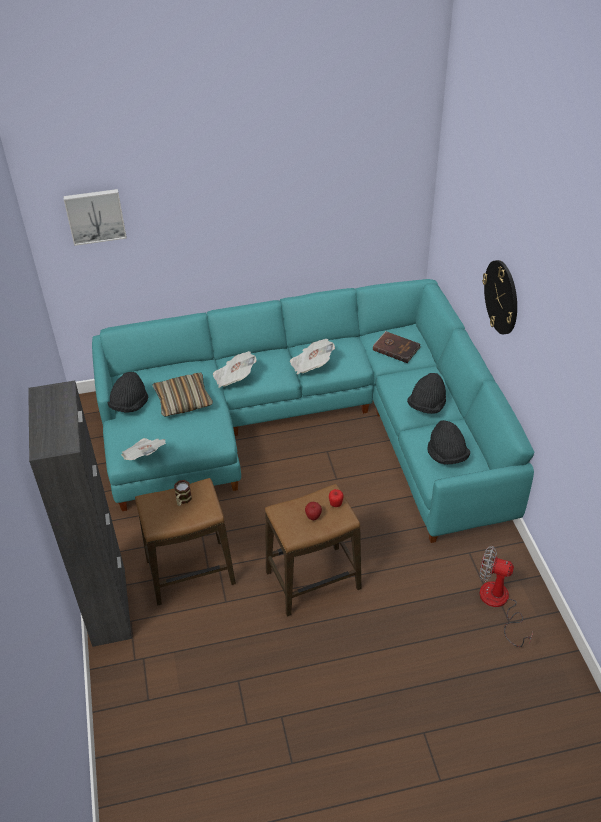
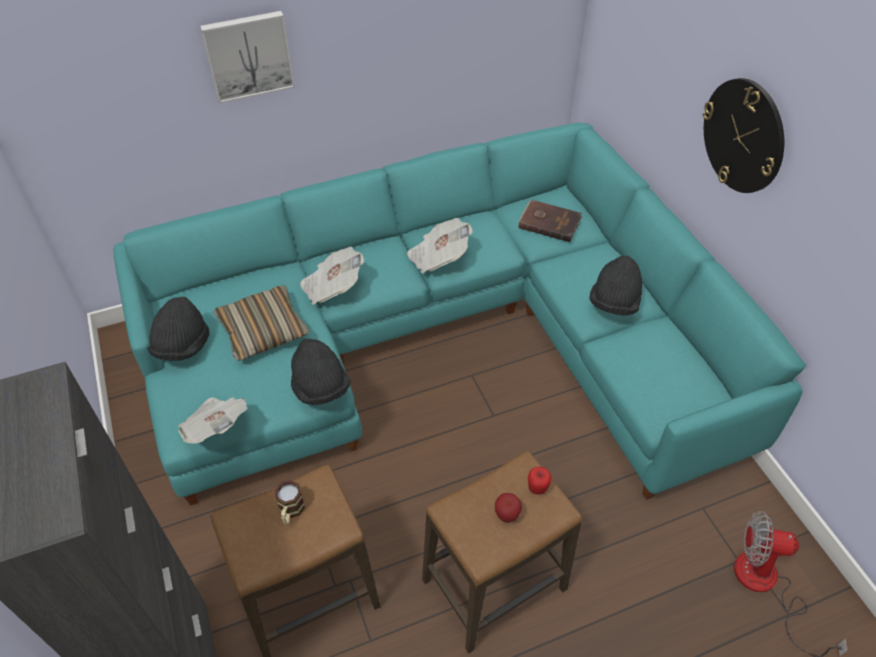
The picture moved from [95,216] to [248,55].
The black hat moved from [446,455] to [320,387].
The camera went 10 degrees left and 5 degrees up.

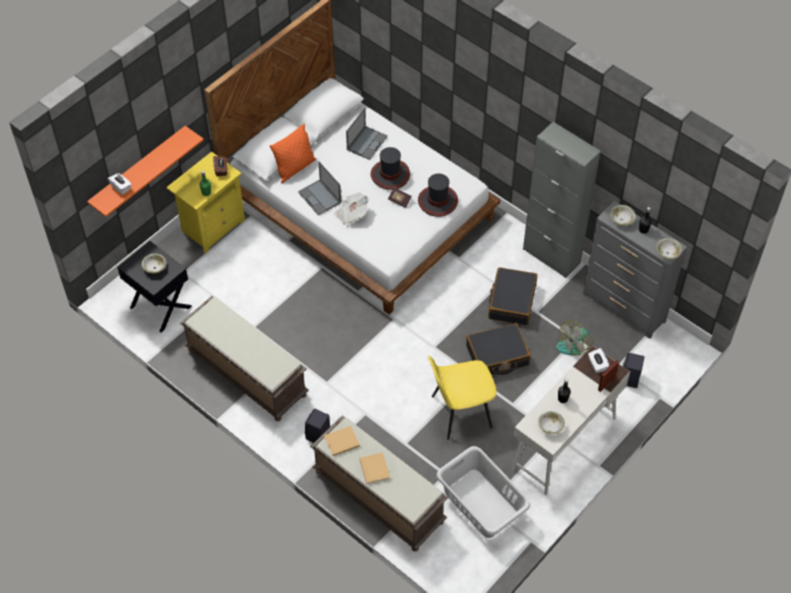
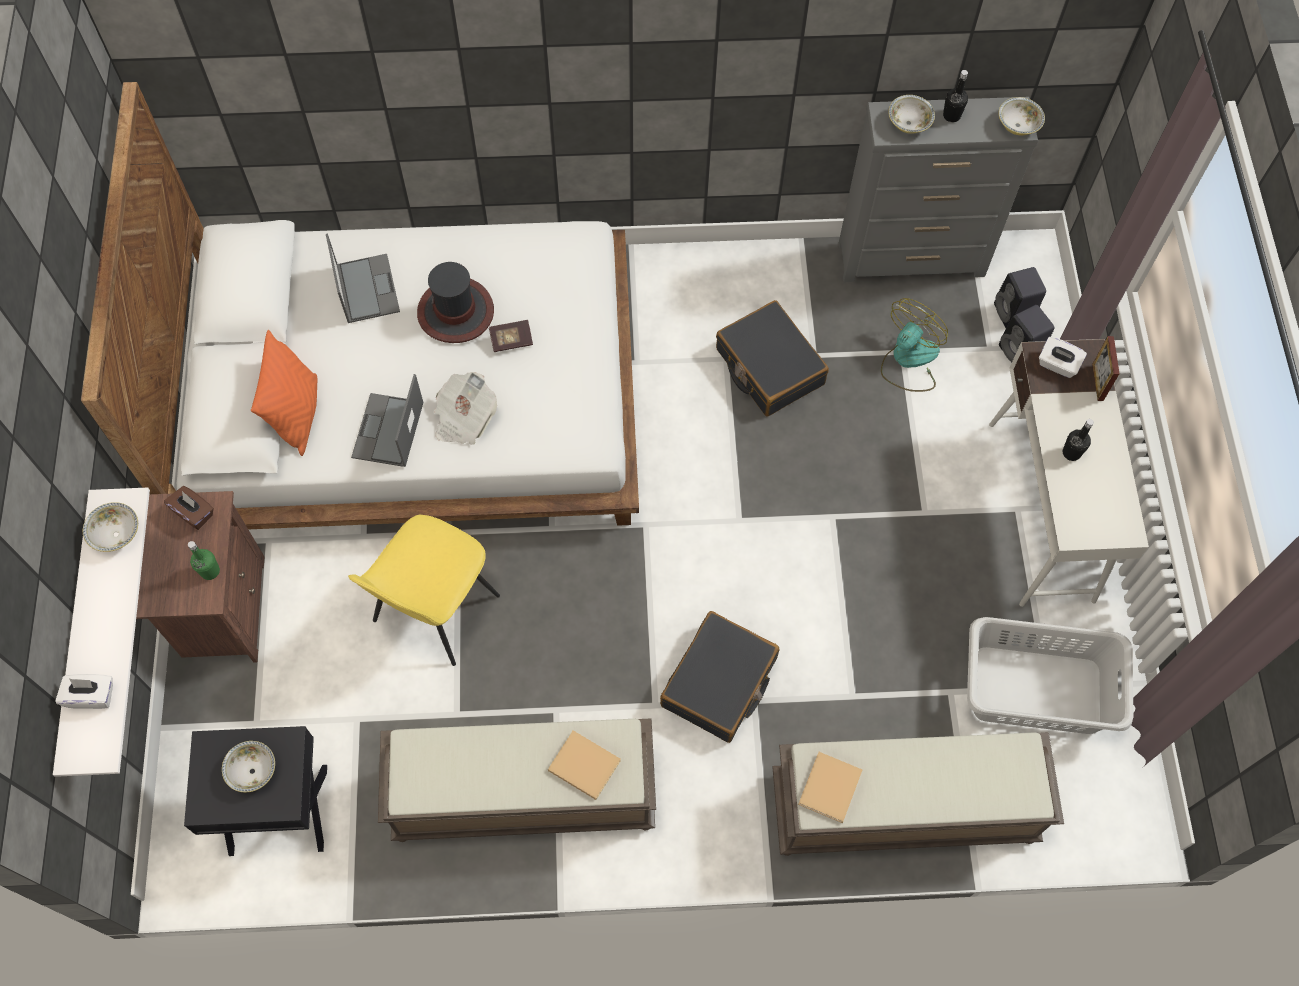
The hat at [438,201] disappeared.
The grey cabinet at [551,256] disappeared.
The black speaker moved from [318,436] to [1014,314].
The beige book moved from [374,468] to [582,764].
The yellow chair moved from [459,412] to [434,611].
The black suitcase moved from [497,356] to [719,683].
The bowl moved from [550,426] to [116,534].
The orange shelf at [139,171] became the white shelf at [81,636].
The yellow nightstand at [212,226] became the brown nightstand at [222,609].
The laptop at [320,197] turned 90 degrees clockwise.
The fan at [575,344] turned 150 degrees counterclockwise.
The camera went 45 degrees left and 10 degrees up.

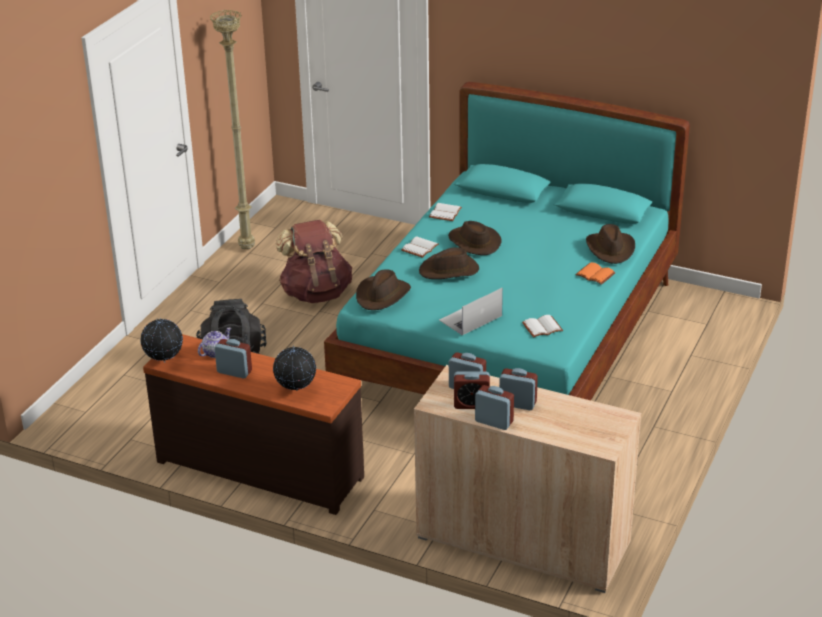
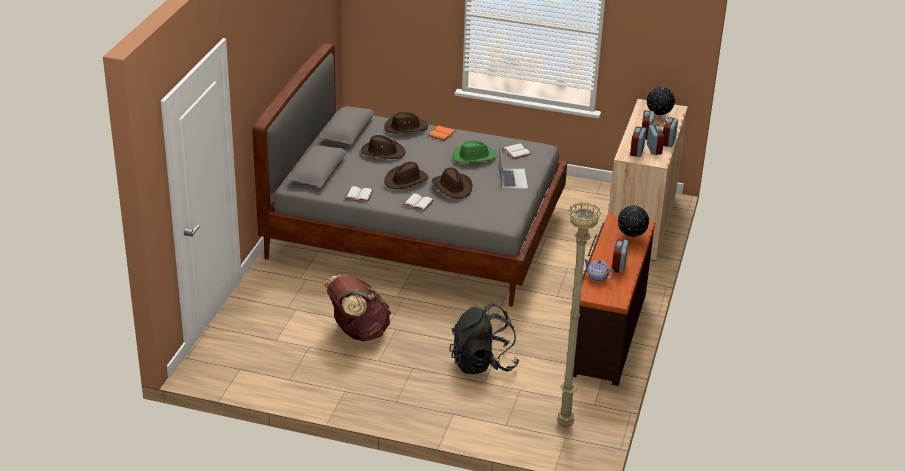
The green hat at [474,156] appeared.
The globe moved from [164,361] to [658,117].
The beige floor lamp moved from [245,248] to [565,425].
The brown hat moved from [382,295] to [382,152].
The turquoise bed at [512,340] became the grey bed at [416,233].
The laptop at [470,318] turned 135 degrees counterclockwise.
The camera went 100 degrees left and 0 degrees up.

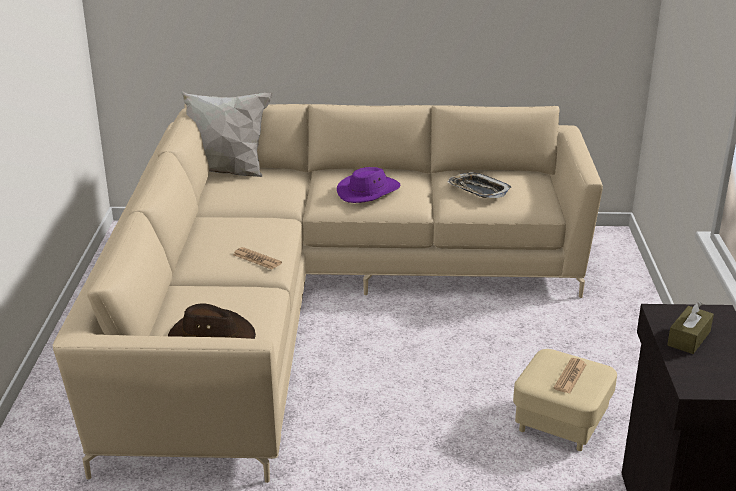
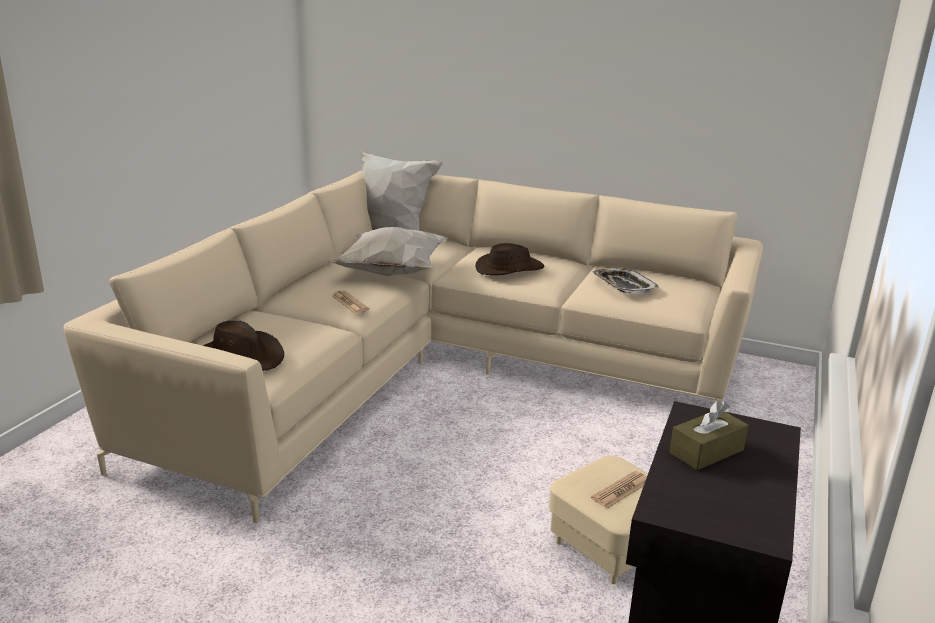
The white pillow at [390,273] appeared.
The purple hat at [368,191] became the brown hat at [509,269].
The camera went 20 degrees right and 5 degrees down.

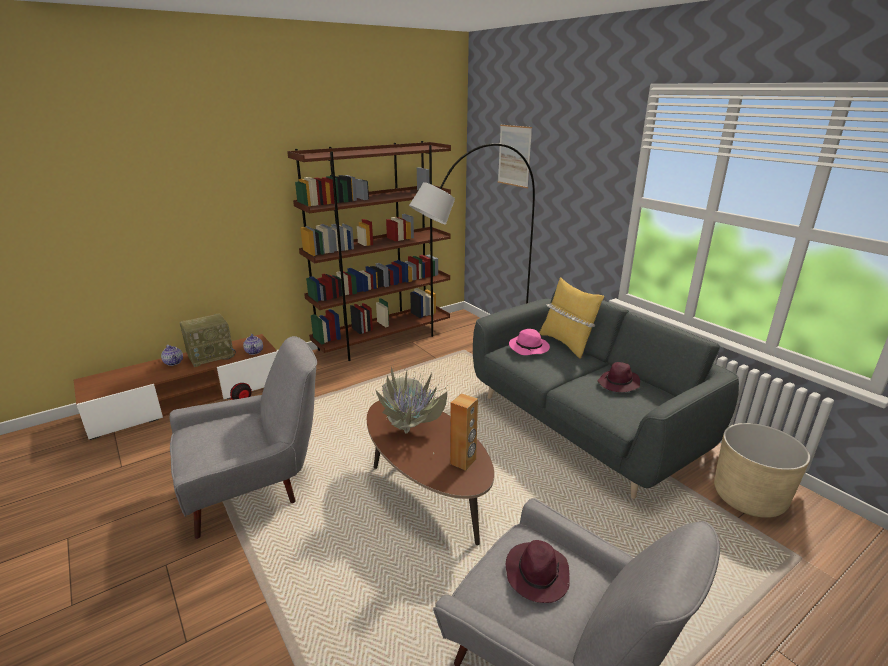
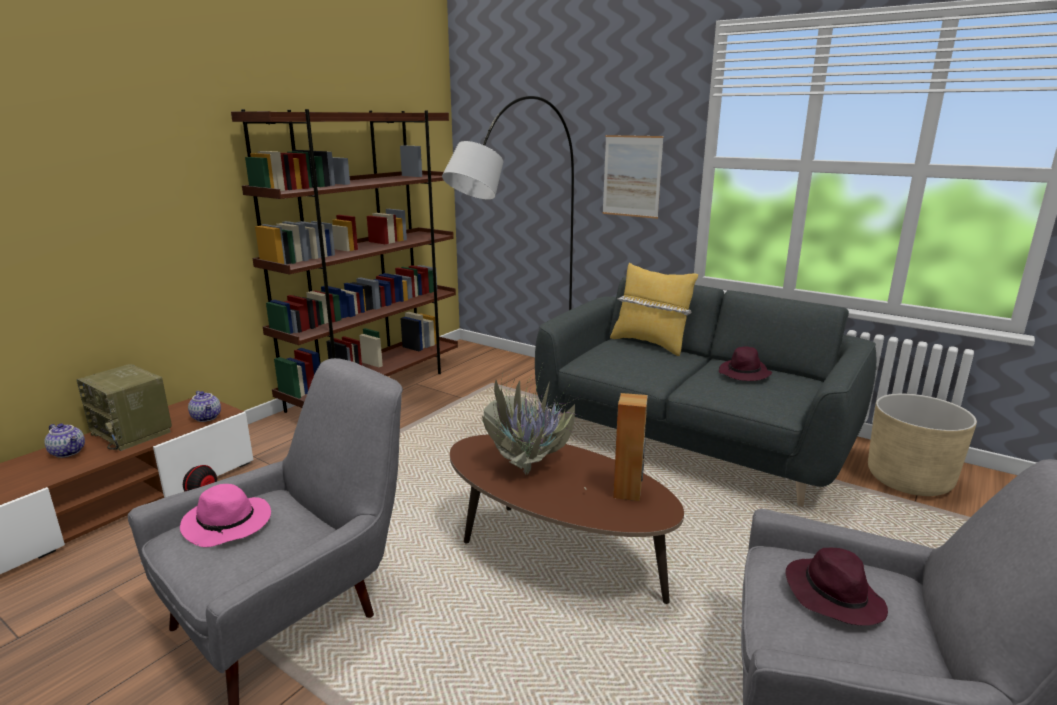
The picture moved from [514,156] to [632,176].
The pink hat moved from [529,348] to [228,524].
The radio at [211,355] turned 90 degrees clockwise.
The camera went 20 degrees left and 5 degrees down.

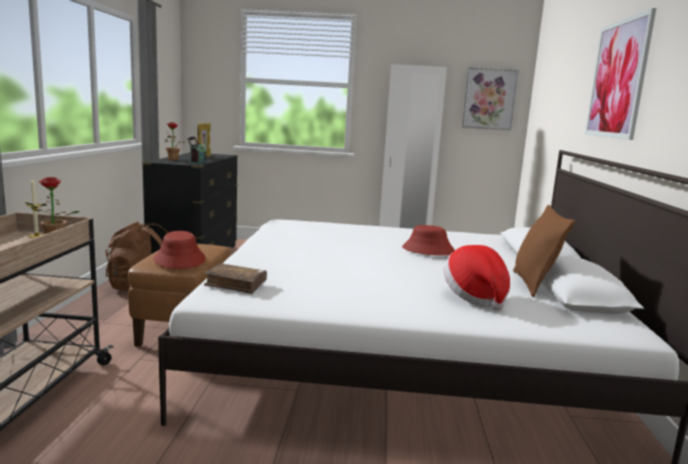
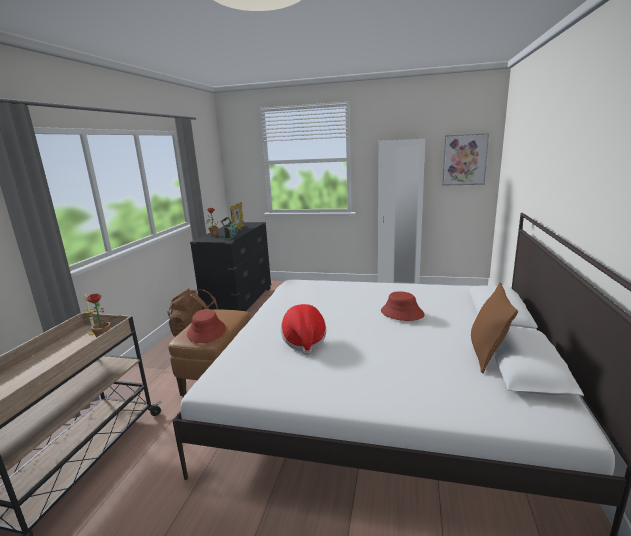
The brown book at [236,284] disappeared.
The picture at [617,79] disappeared.
The hat moved from [475,297] to [304,341].
The camera went 10 degrees right and 5 degrees up.

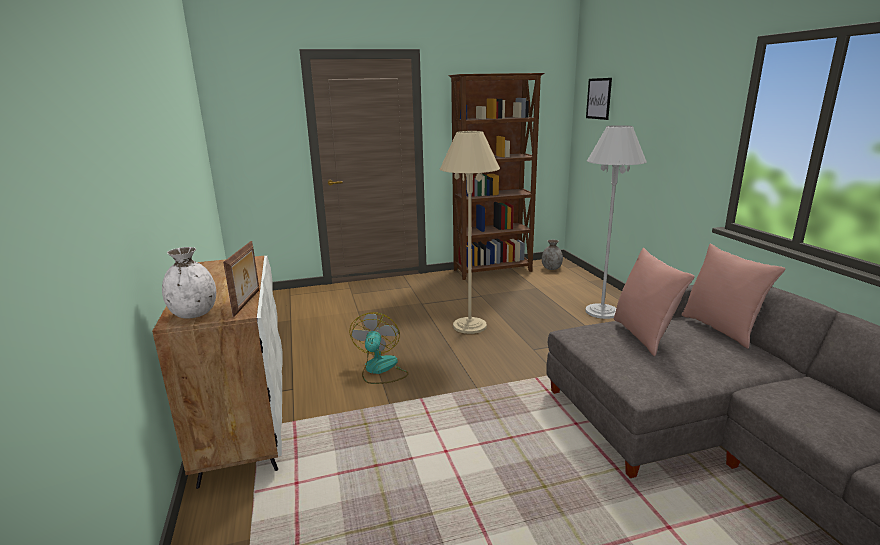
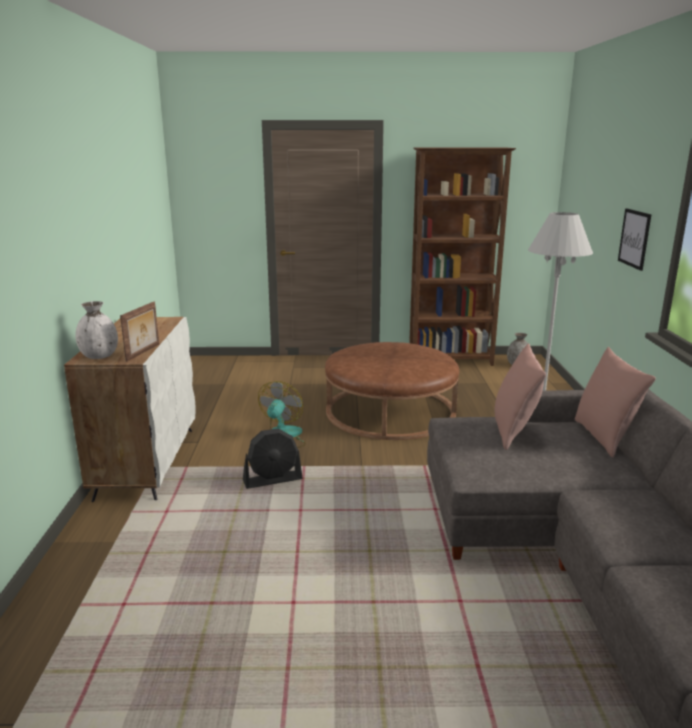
The black fan at [273,480] appeared.
The picture moved from [598,98] to [634,238].
The beige floor lamp at [469,326] was replaced by the brown ottoman at [390,411].
The camera went 15 degrees right and 0 degrees up.

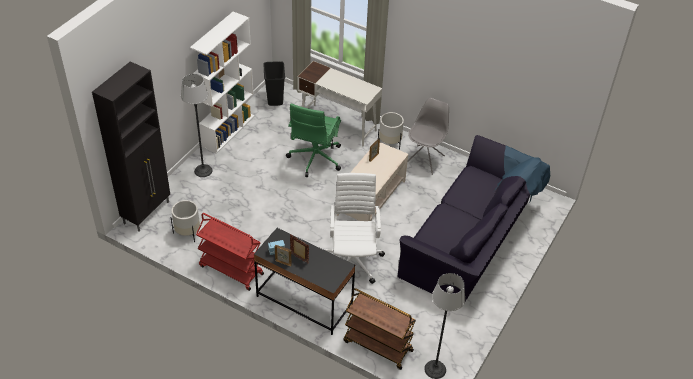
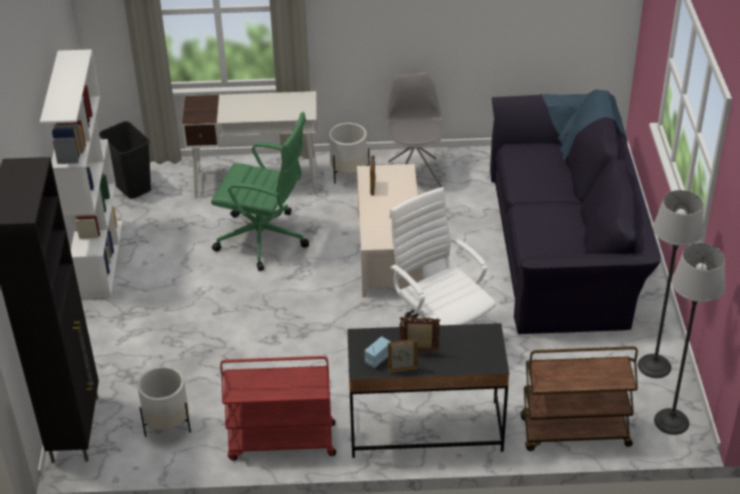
The floor lamp moved from [203,170] to [654,366].
The green office chair at [314,159] turned 60 degrees counterclockwise.
The camera went 30 degrees left and 5 degrees down.

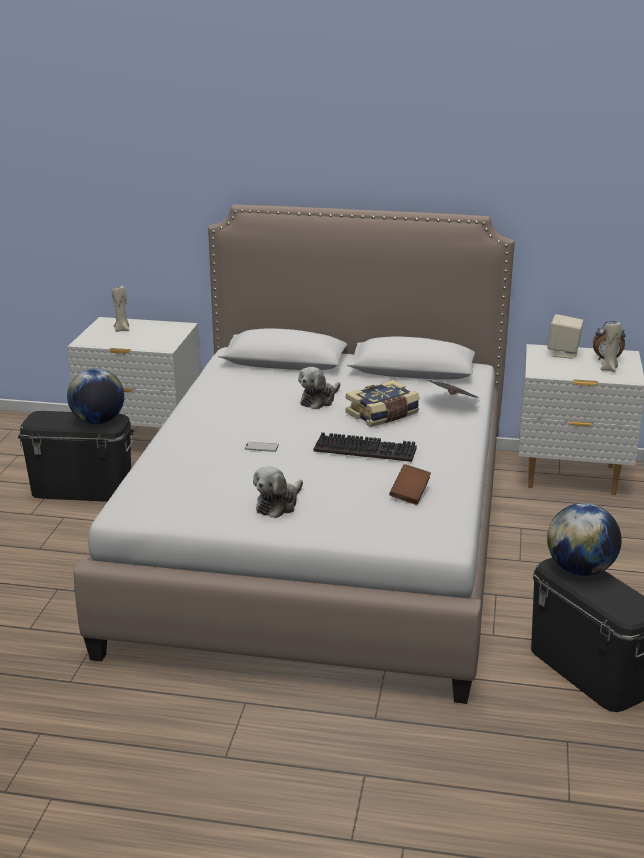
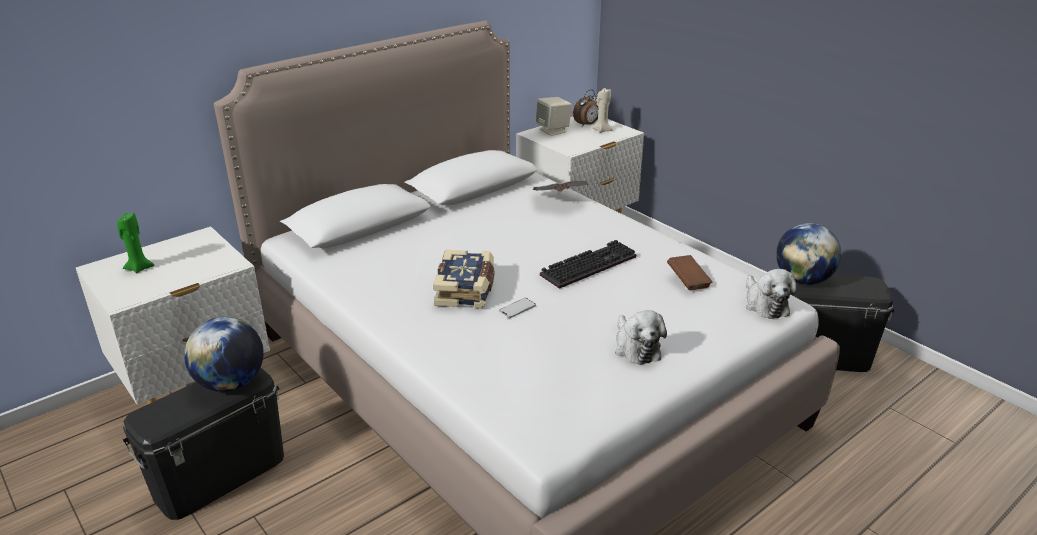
The plush toy moved from [319,400] to [765,304].
The book moved from [383,415] to [466,290].
The beige candle at [122,329] became the green candle at [139,268].
The camera went 50 degrees left and 5 degrees up.

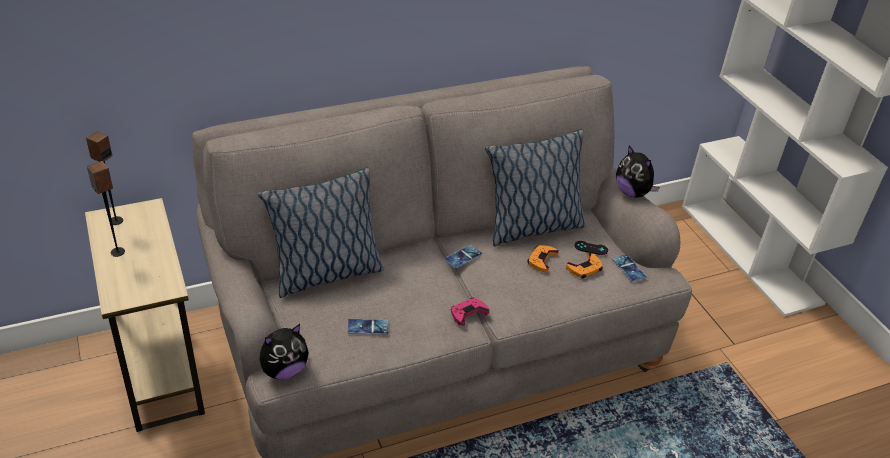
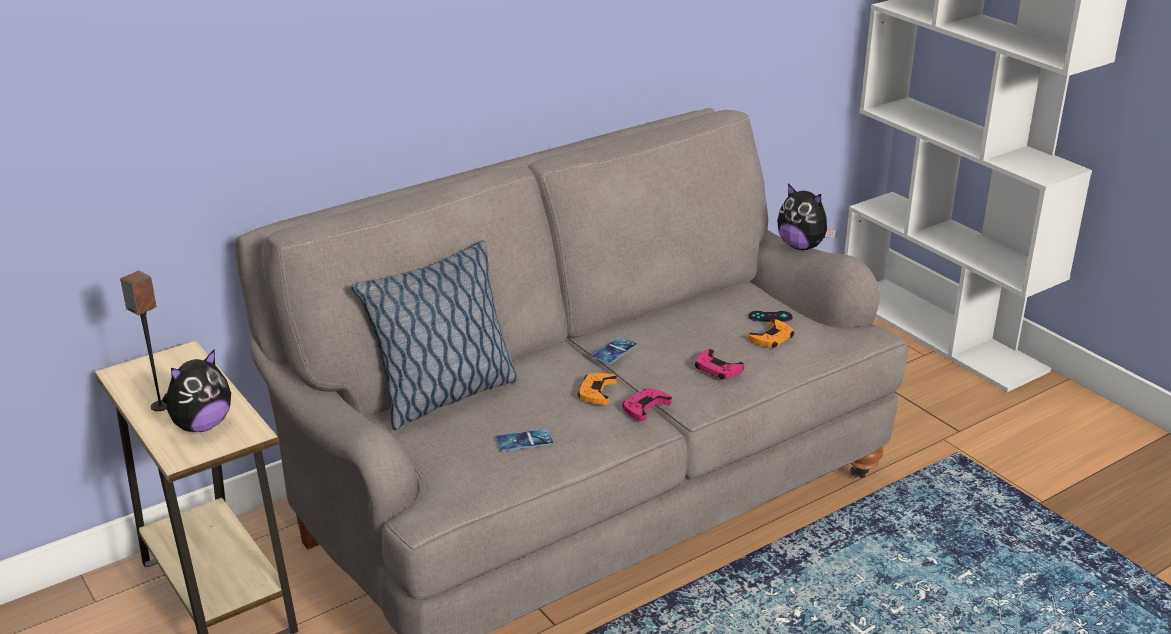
The speaker at [116,220] disappeared.
The pillow at [532,228] disappeared.
The phone at [629,268] disappeared.
The pink game controller at [717,369] appeared.
The plush toy moved from [284,370] to [201,425].
The orange game controller moved from [542,260] to [596,392].
The camera went 10 degrees left and 10 degrees down.

